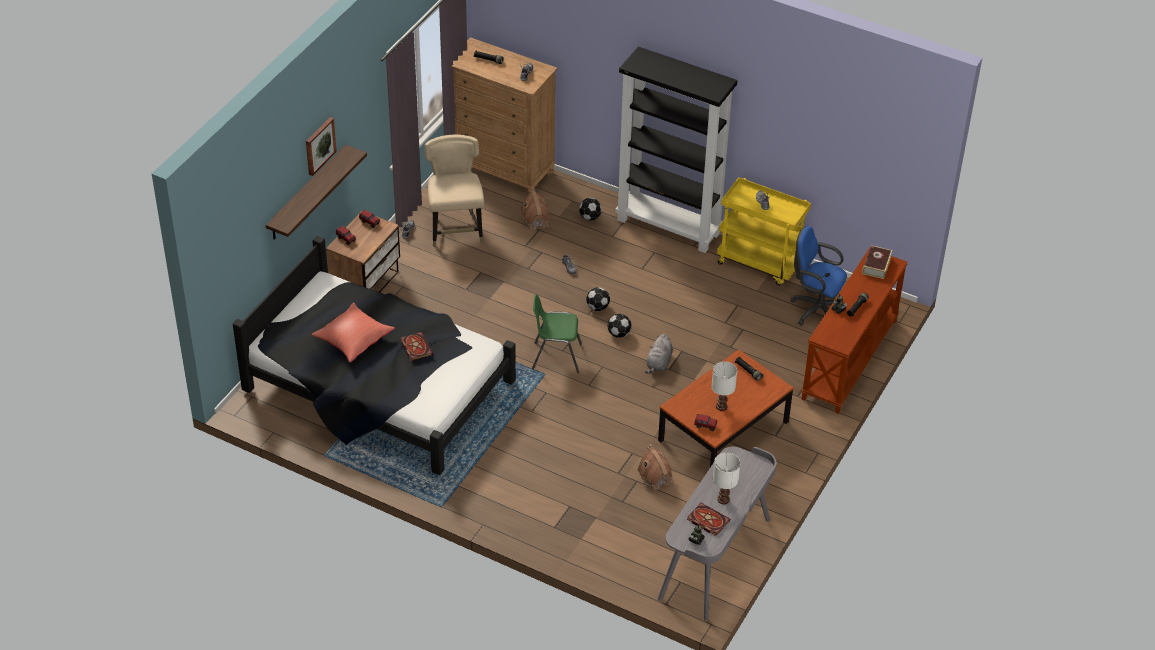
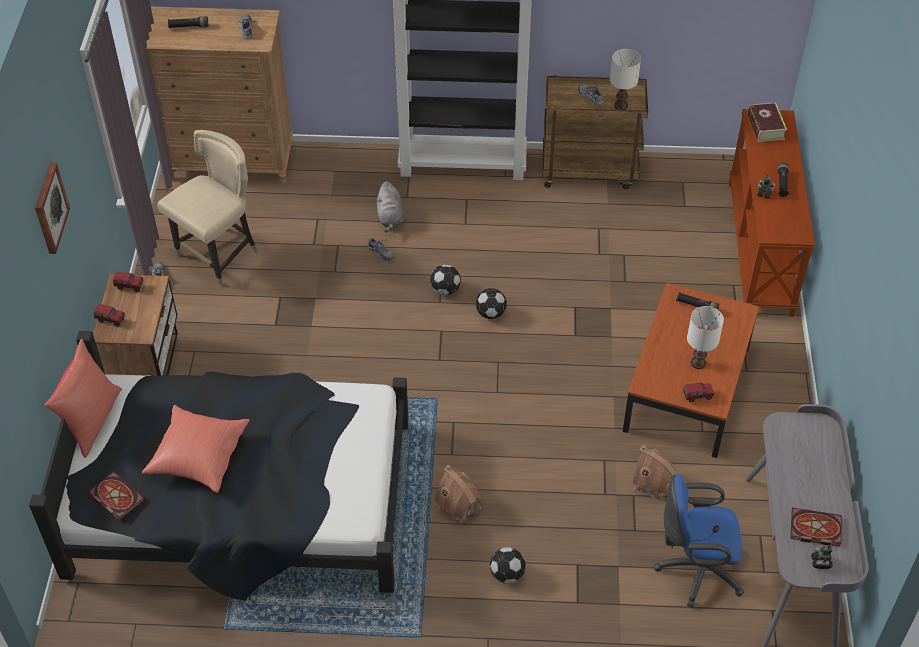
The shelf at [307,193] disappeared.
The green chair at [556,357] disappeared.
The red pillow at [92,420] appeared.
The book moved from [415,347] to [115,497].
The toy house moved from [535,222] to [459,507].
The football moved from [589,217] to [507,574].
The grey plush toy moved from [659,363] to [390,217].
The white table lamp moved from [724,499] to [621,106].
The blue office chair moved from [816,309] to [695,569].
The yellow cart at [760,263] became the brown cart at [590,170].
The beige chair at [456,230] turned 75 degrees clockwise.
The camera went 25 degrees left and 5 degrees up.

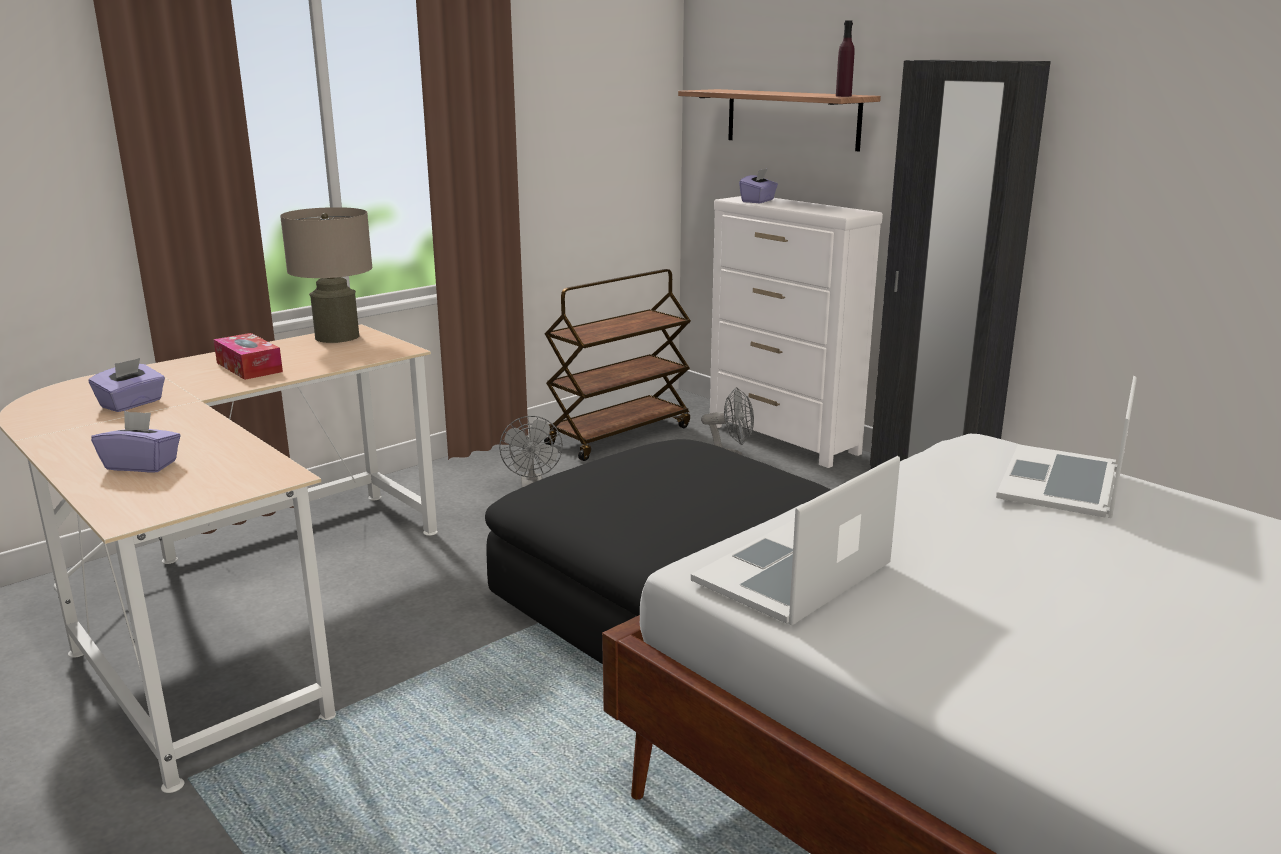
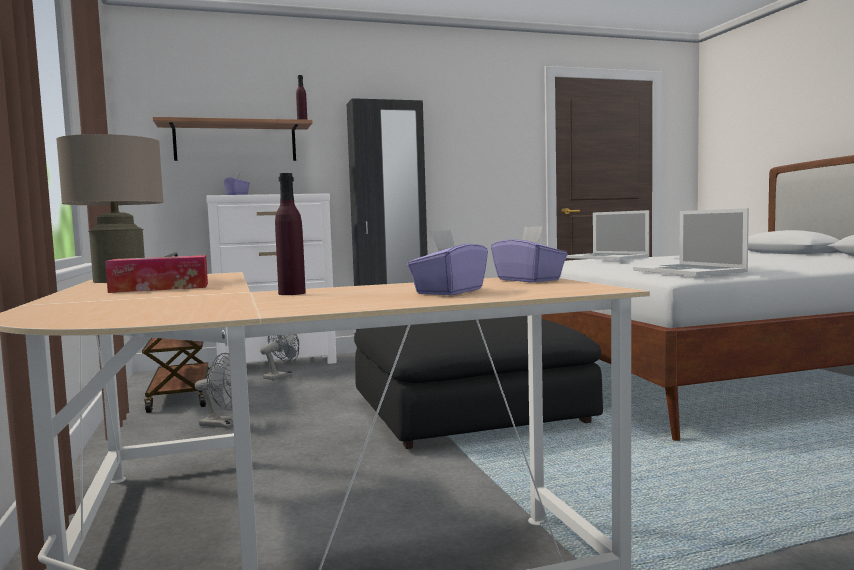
The purple bottle at [292,293] appeared.
The purple tissue box moved from [132,404] to [529,280].
The camera went 65 degrees left and 15 degrees down.

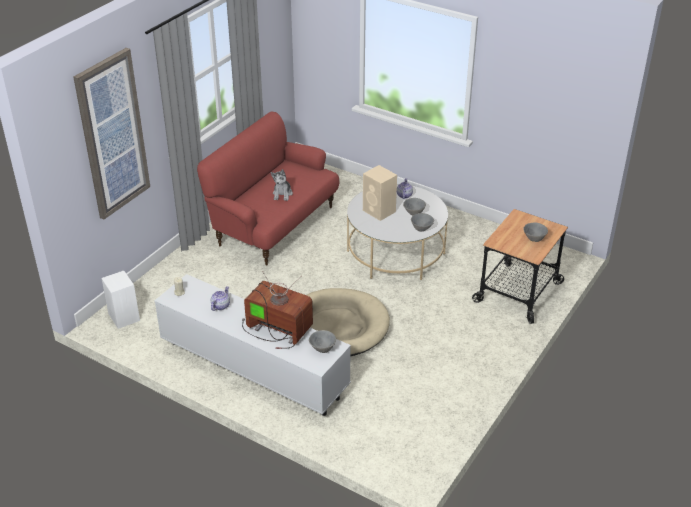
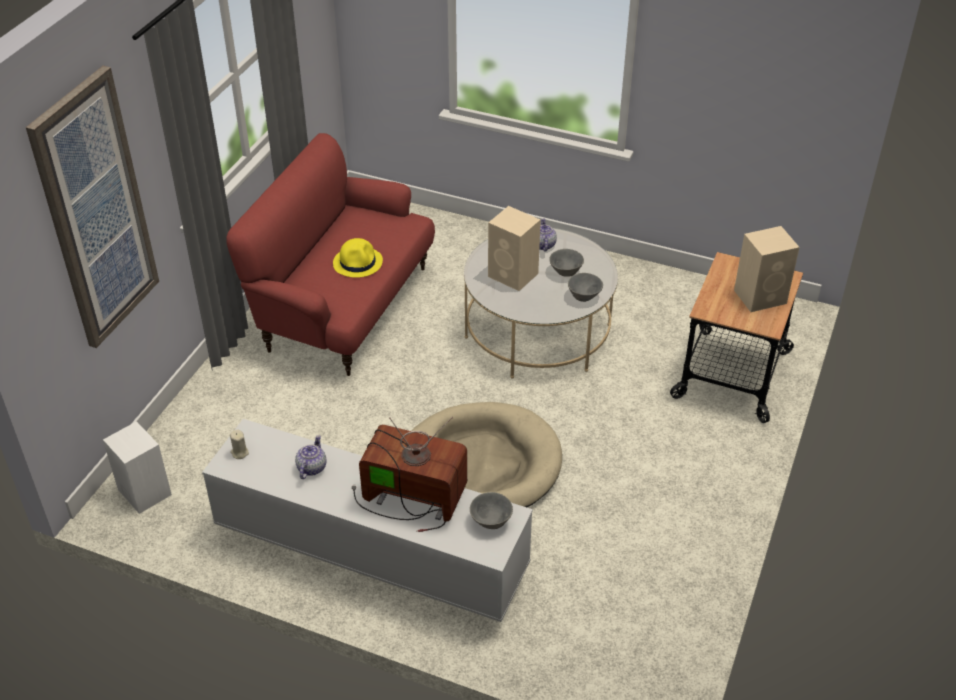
The plush toy at [282,194] was replaced by the yellow hat at [358,262].
The grey bowl at [534,238] was replaced by the beige speaker at [761,296].
The camera went 10 degrees left and 5 degrees up.

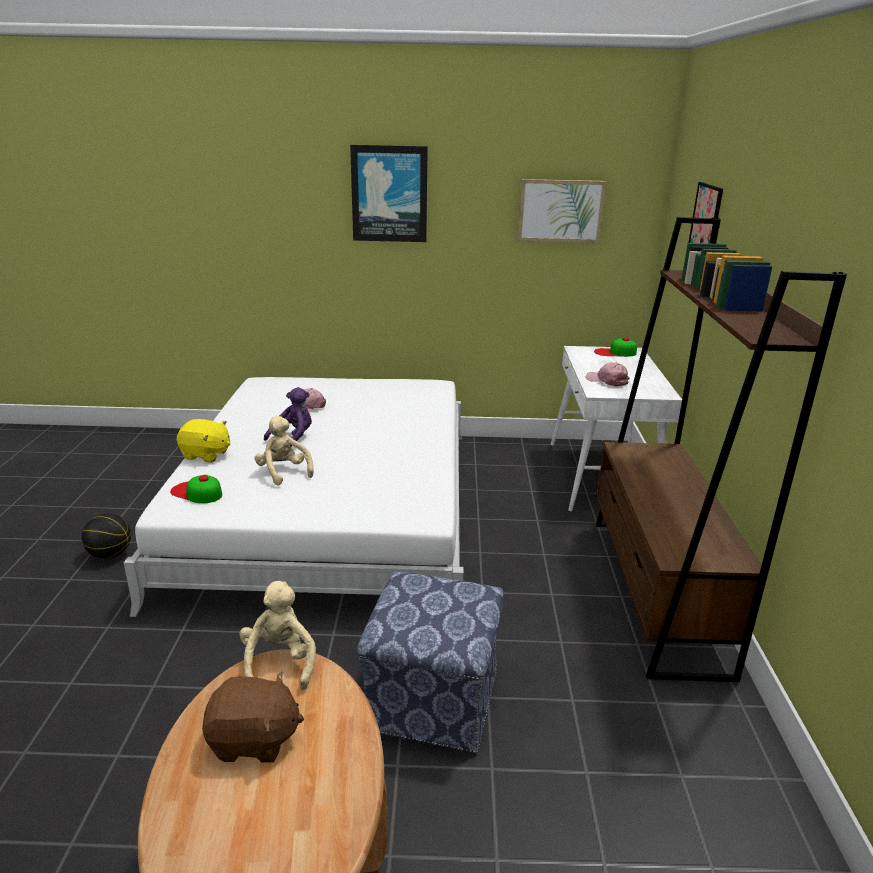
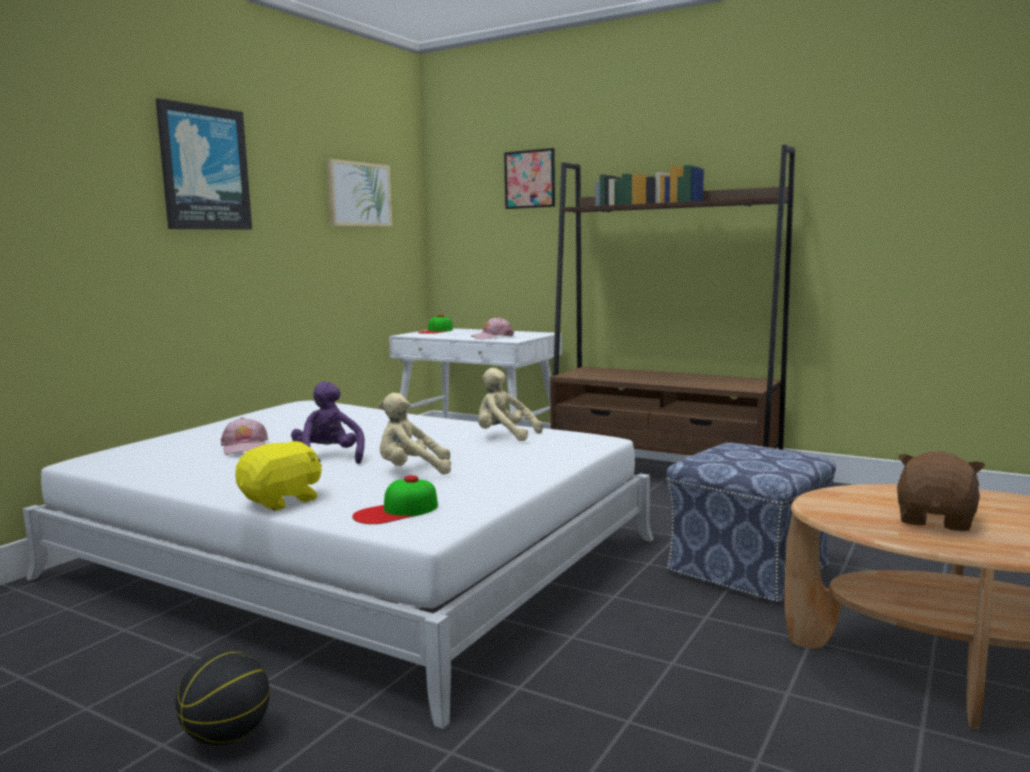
The beige plush toy moved from [279,662] to [504,436].
The camera went 60 degrees left and 15 degrees down.

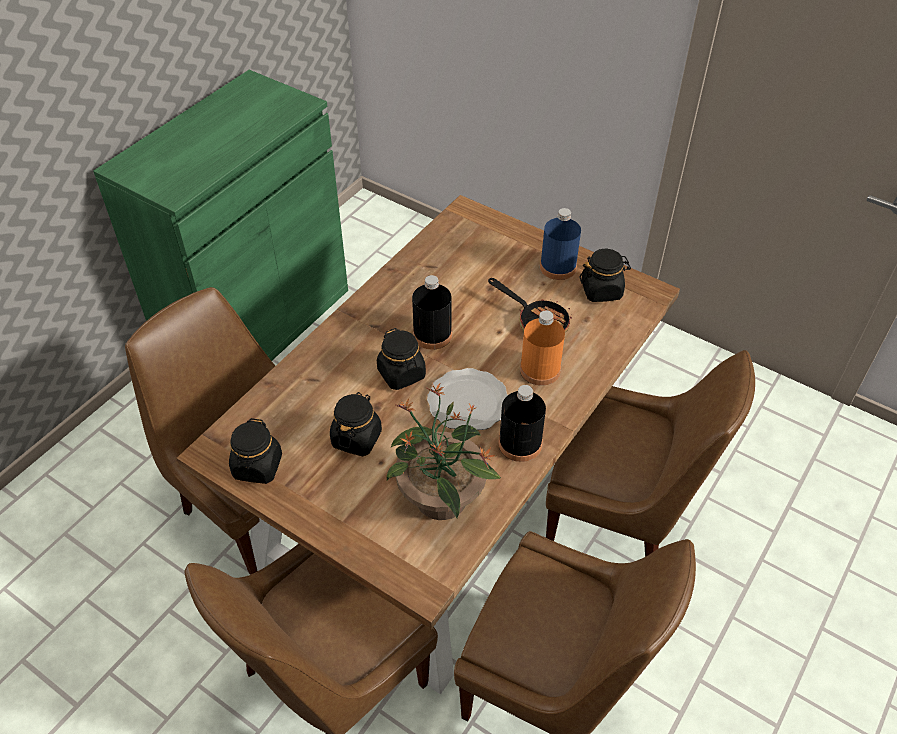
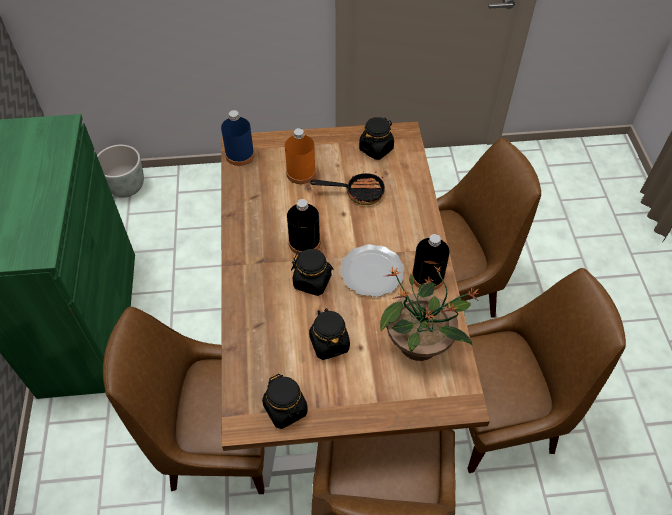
The grey planter at [126,188] appeared.
The orange bottle moved from [540,370] to [301,173].
The blue bottle moved from [558,267] to [240,155].
The camera went 40 degrees left and 5 degrees up.

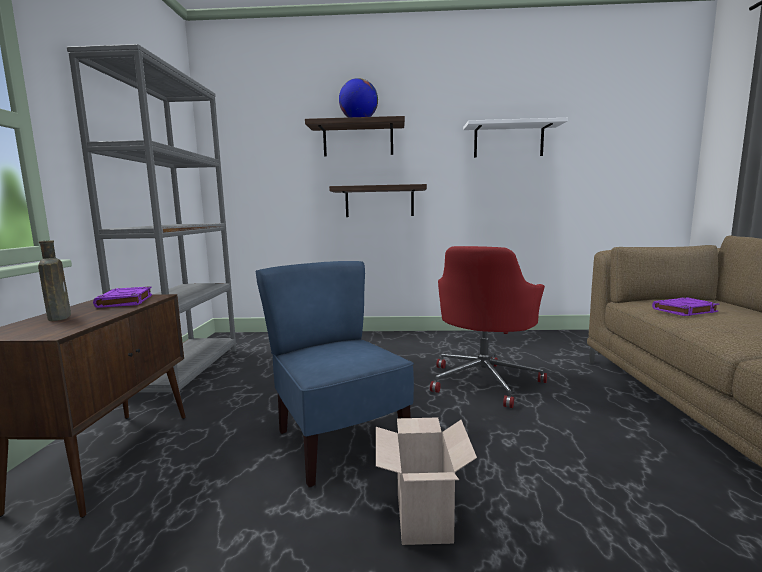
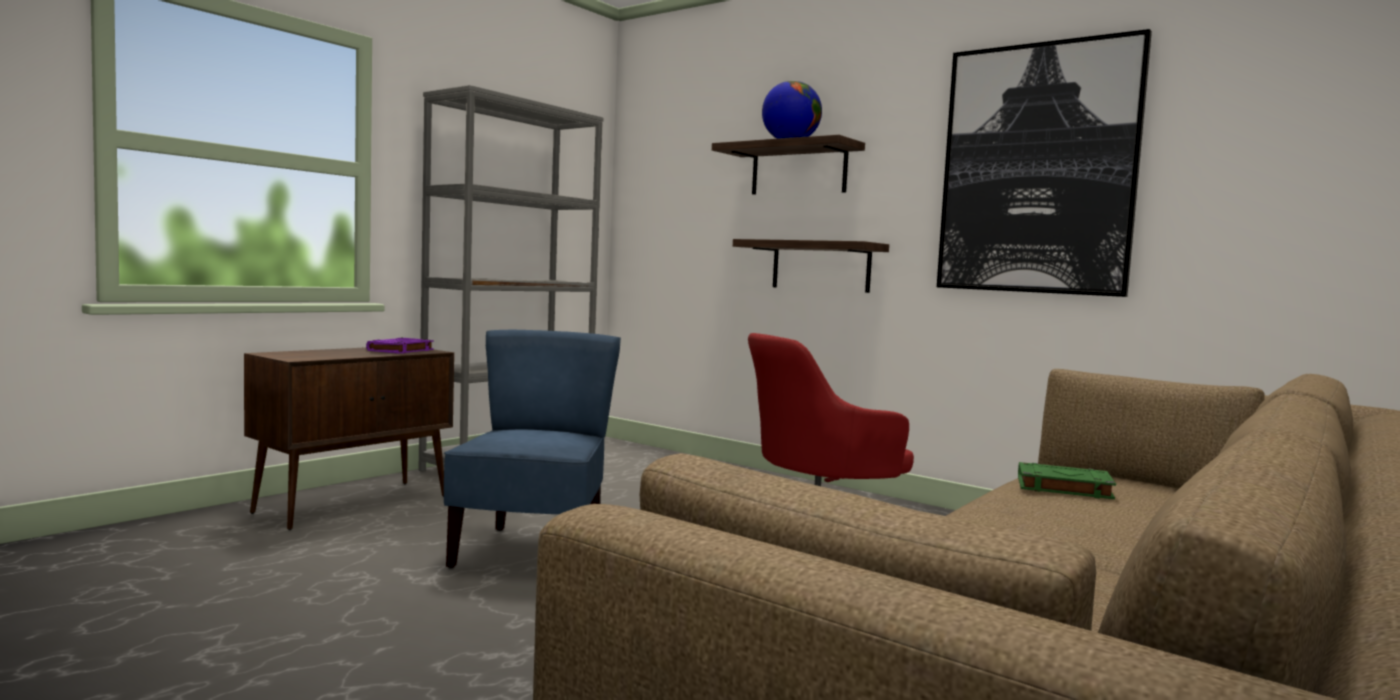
The brown bottle at [59,317] disappeared.
The cardboard box at [421,516] disappeared.
The white shelf at [508,141] was replaced by the picture at [1037,169].
The purple book at [684,310] became the green book at [1062,487].
The camera went 35 degrees right and 5 degrees down.

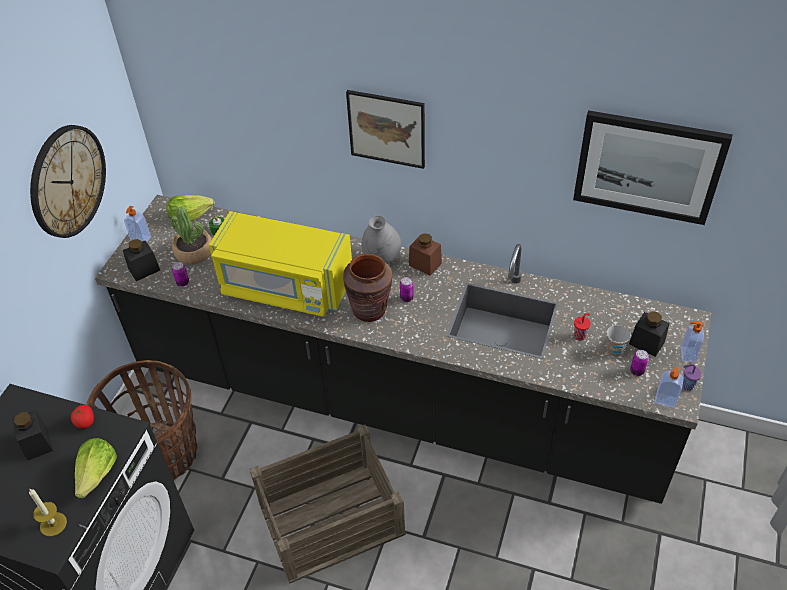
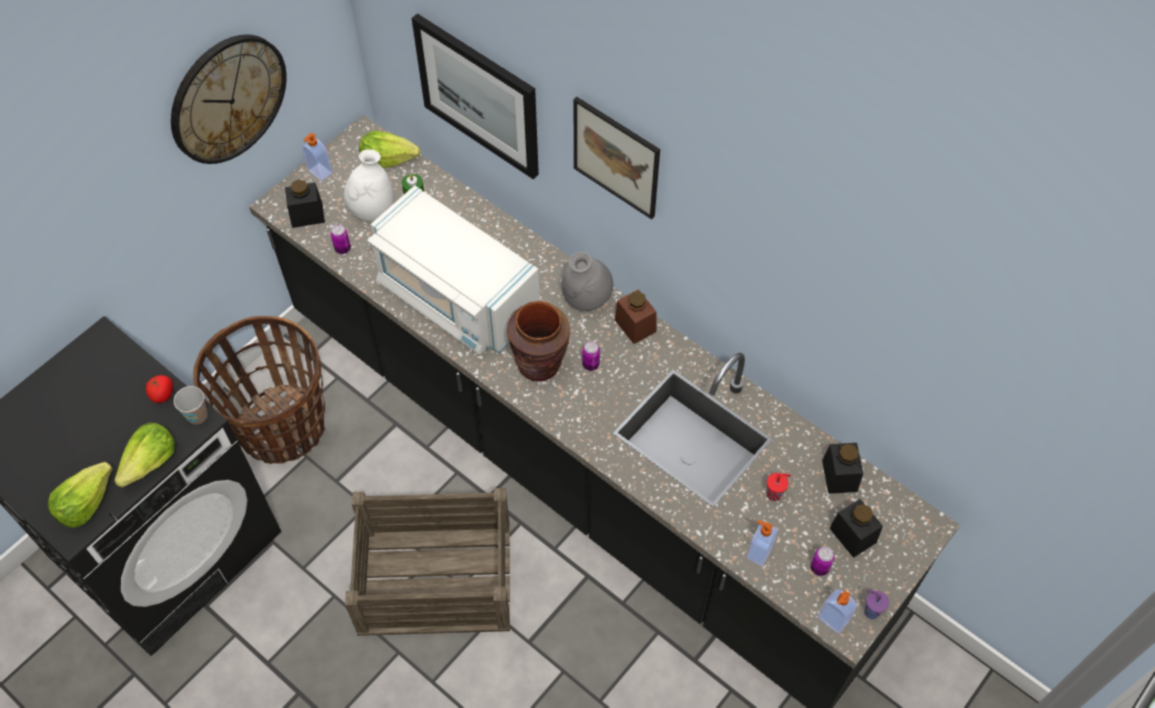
The black jar moved from [37,443] to [839,476].
The picture moved from [648,166] to [479,95].
The cup moved from [614,350] to [197,415].
The soap dispenser moved from [687,354] to [758,552].
The candle at [53,524] was replaced by the lettuce at [85,503].
The potted plant at [194,252] was replaced by the white vase at [373,211].
The yellow microwave at [285,287] became the white microwave at [456,296].
The camera went 20 degrees right and 10 degrees up.

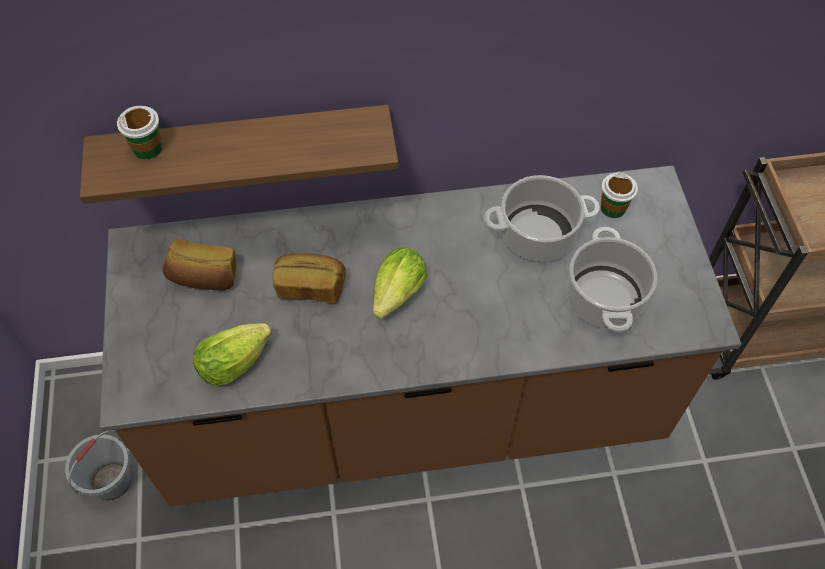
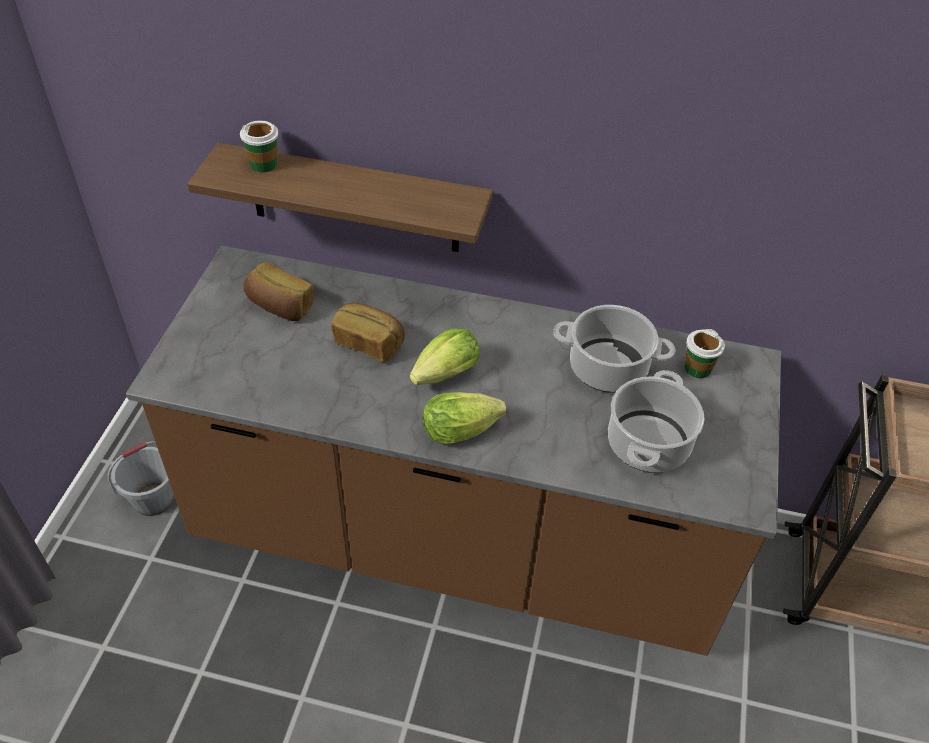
The lettuce moved from [238,360] to [464,430].
The camera went 20 degrees right and 10 degrees down.

